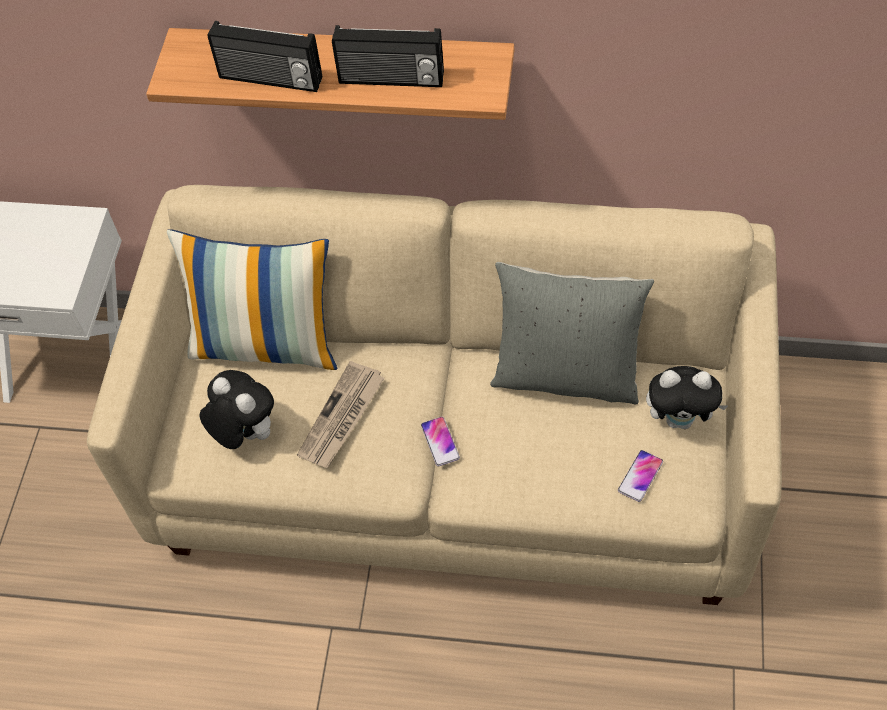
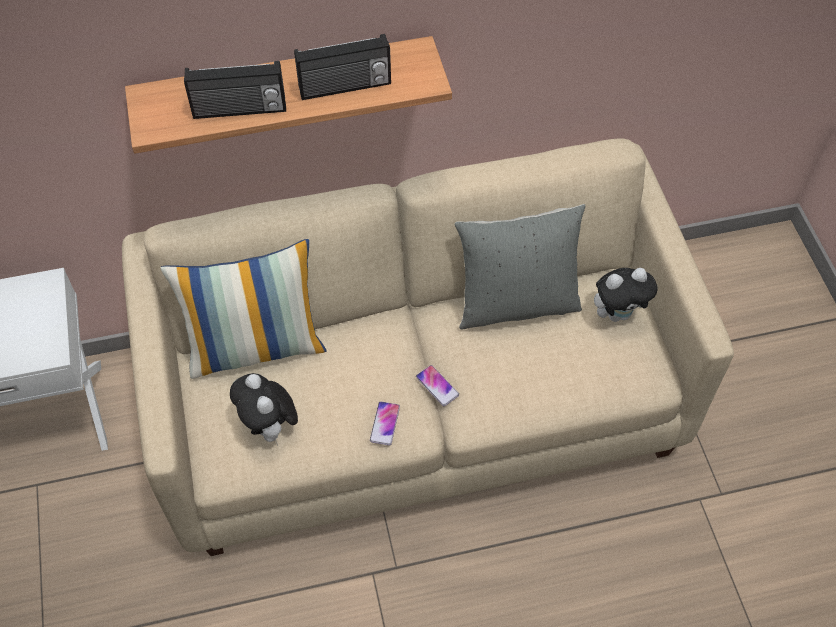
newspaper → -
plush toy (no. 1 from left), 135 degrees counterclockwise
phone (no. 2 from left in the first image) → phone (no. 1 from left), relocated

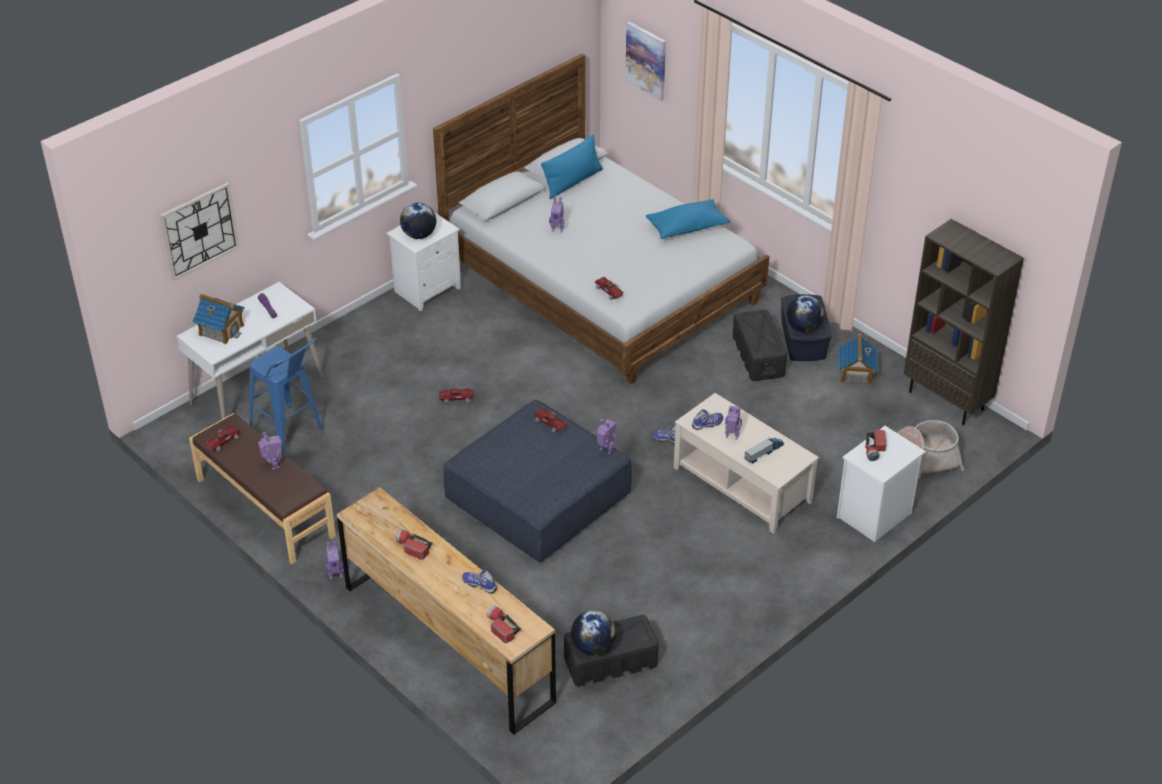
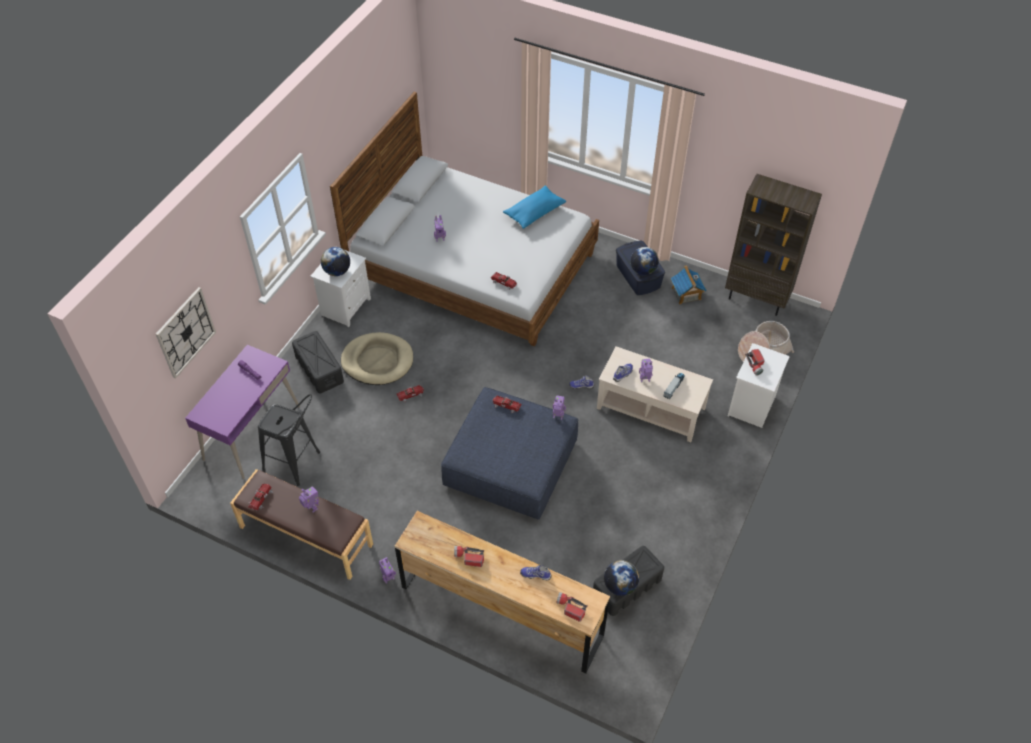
picture → -
blue pillow (no. 1 from left) → -
white desk → purple desk
toy house (no. 1 from left) → -
black storage box (no. 2 from left in the first image) → black storage box (no. 1 from left), relocated
blue stool → black stool
- → beige dog bed

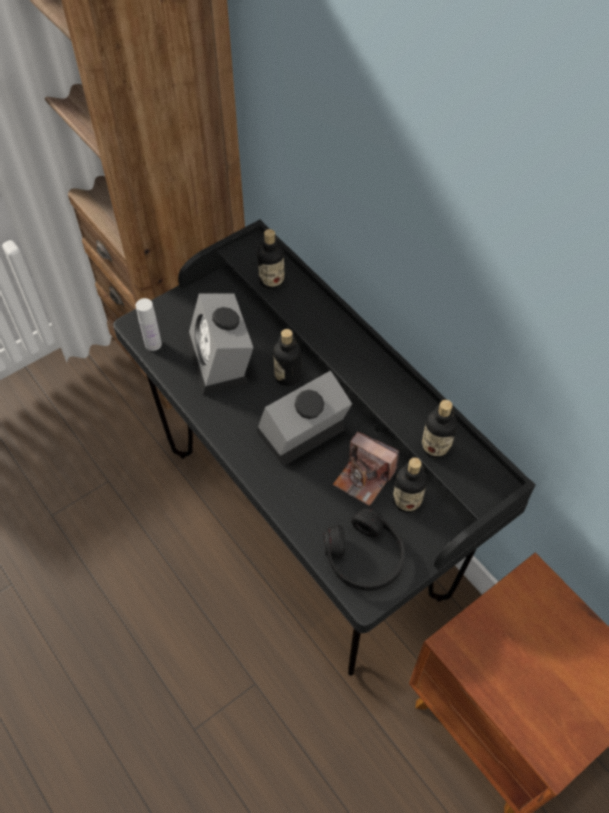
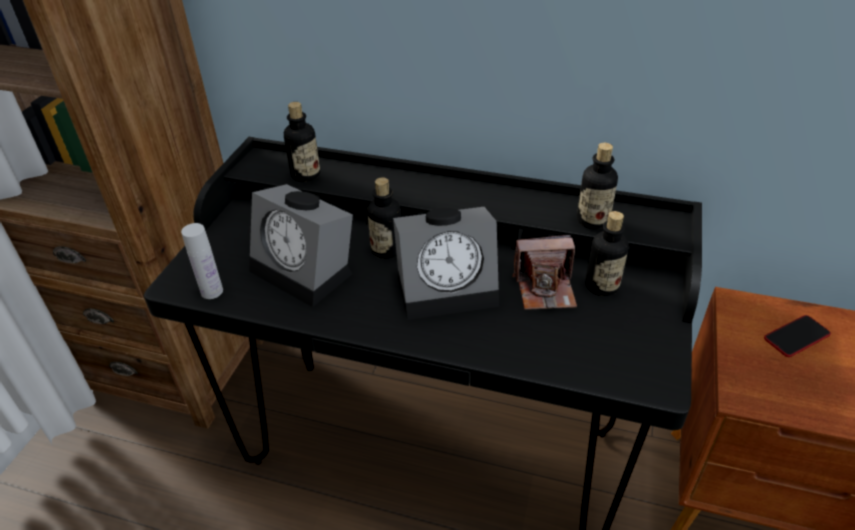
alarm clock (no. 2 from left), 120 degrees counterclockwise
black headphones → -
- → phone

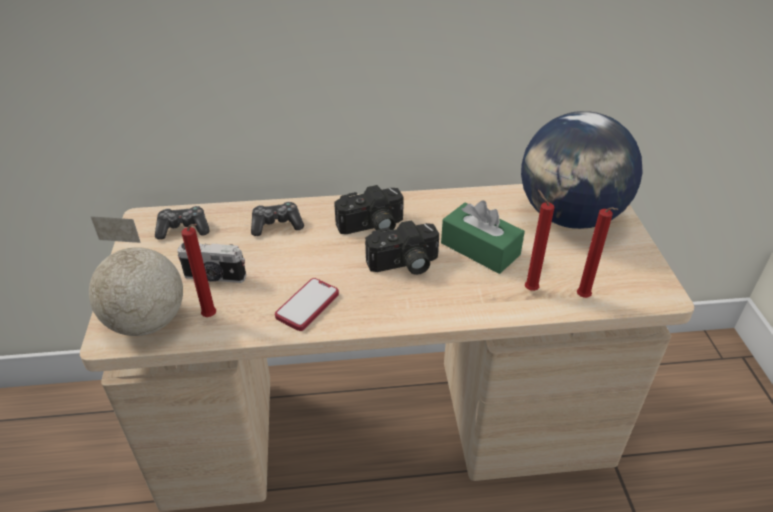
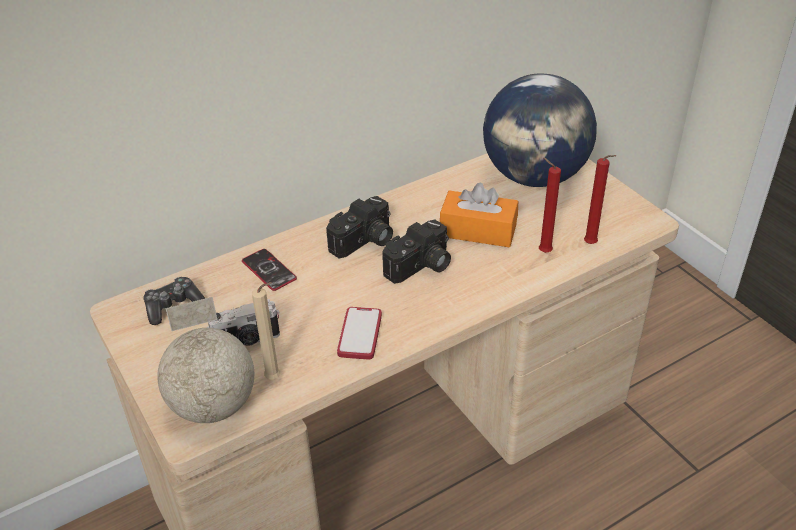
green tissue box → orange tissue box
game controller (no. 2 from left) → phone (no. 1 from left)
red candle (no. 1 from left) → beige candle

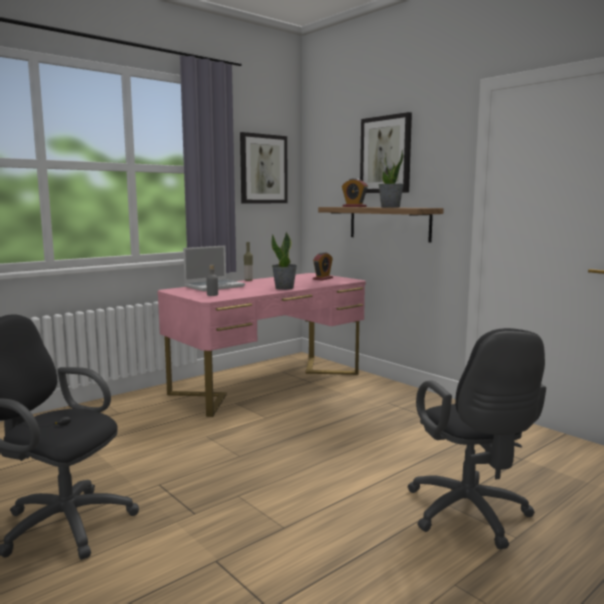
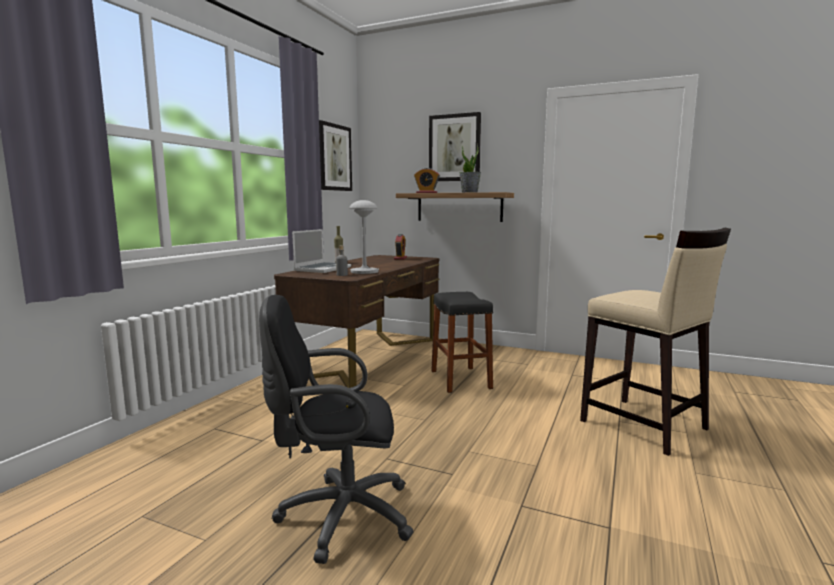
potted plant (no. 1 from left) → -
pink desk → brown desk
black office chair (no. 2 from left) → beige stool
- → grey table lamp
- → black stool

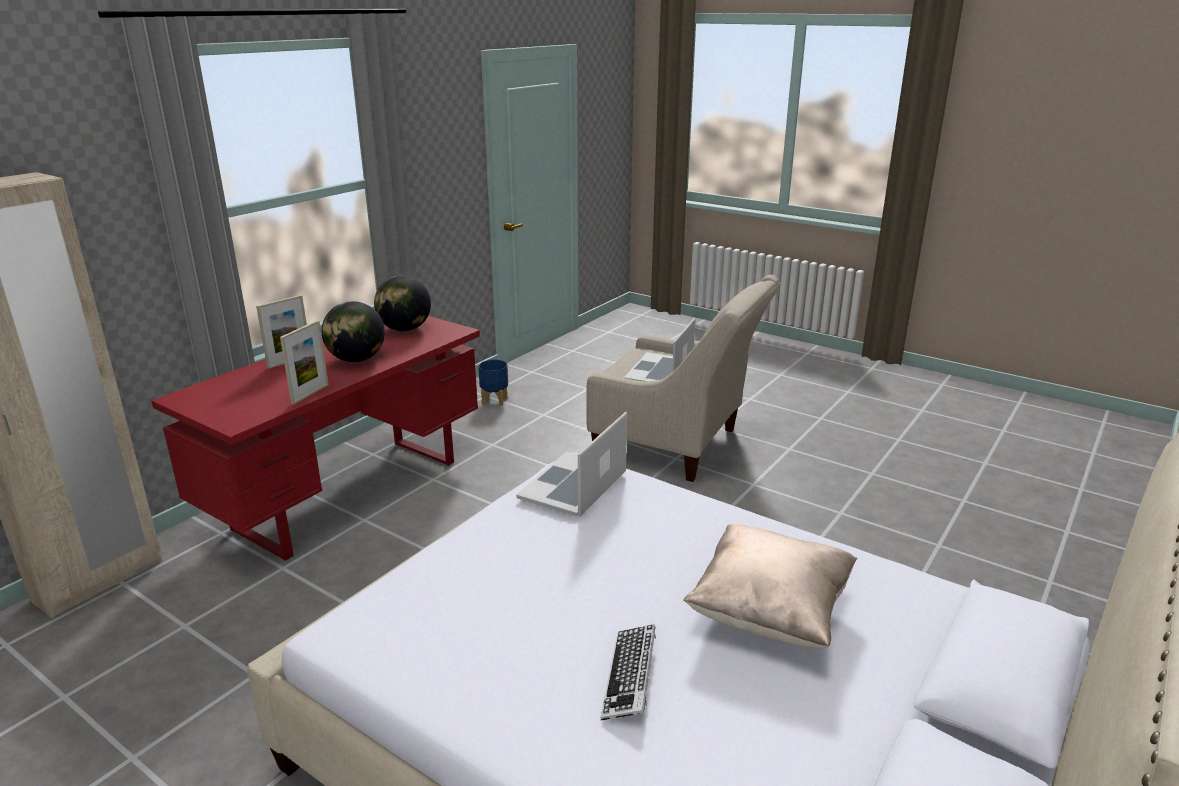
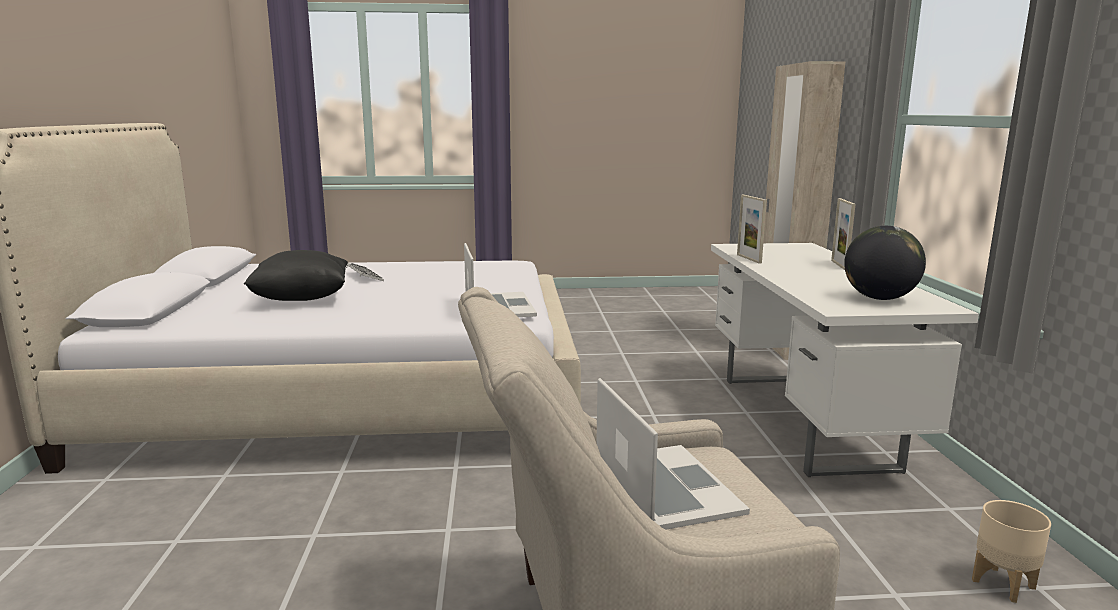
globe (no. 1 from left) → -
red desk → white desk
blue planter → beige planter
beige pillow → black pillow

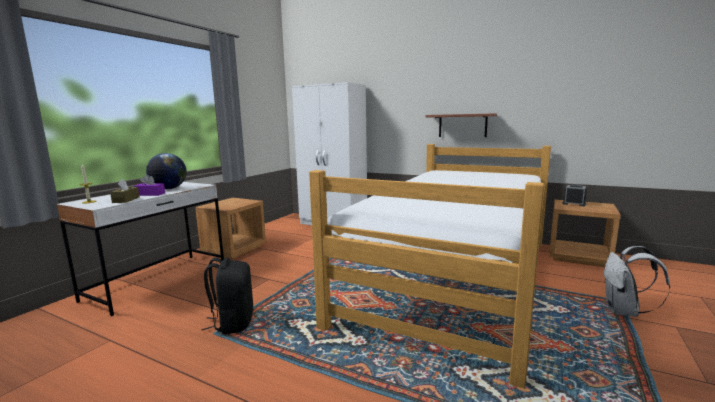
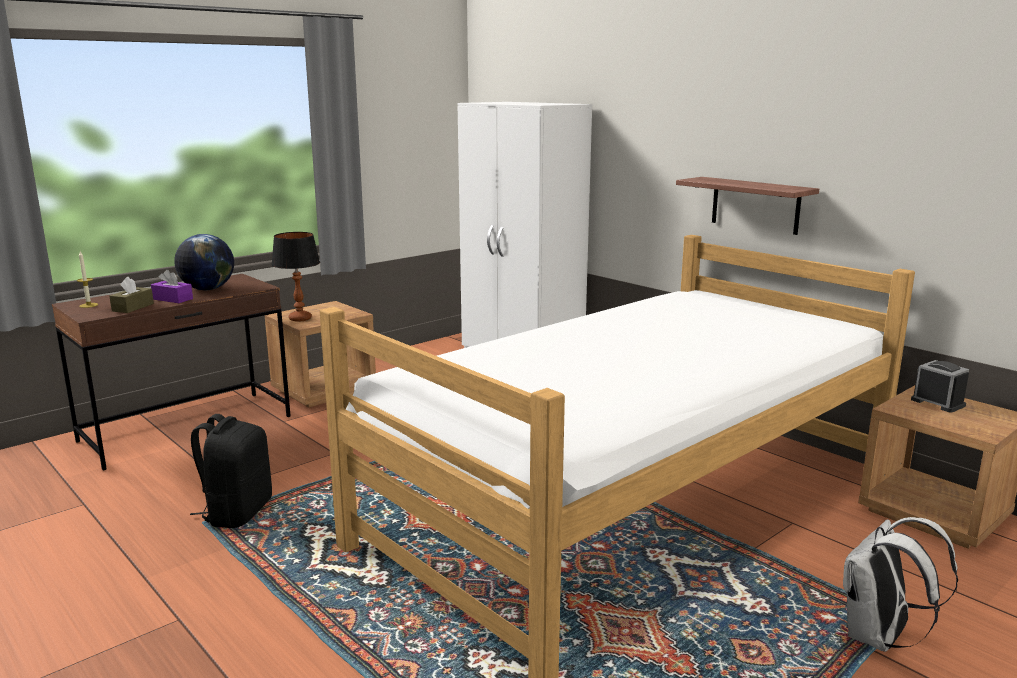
white desk → brown desk
- → table lamp

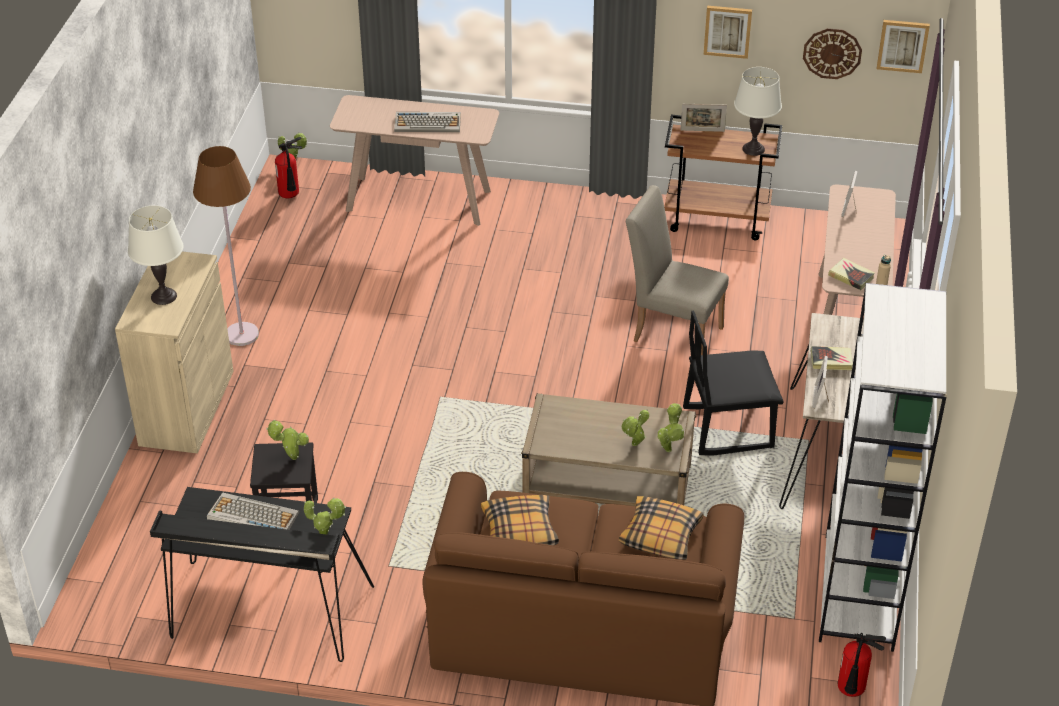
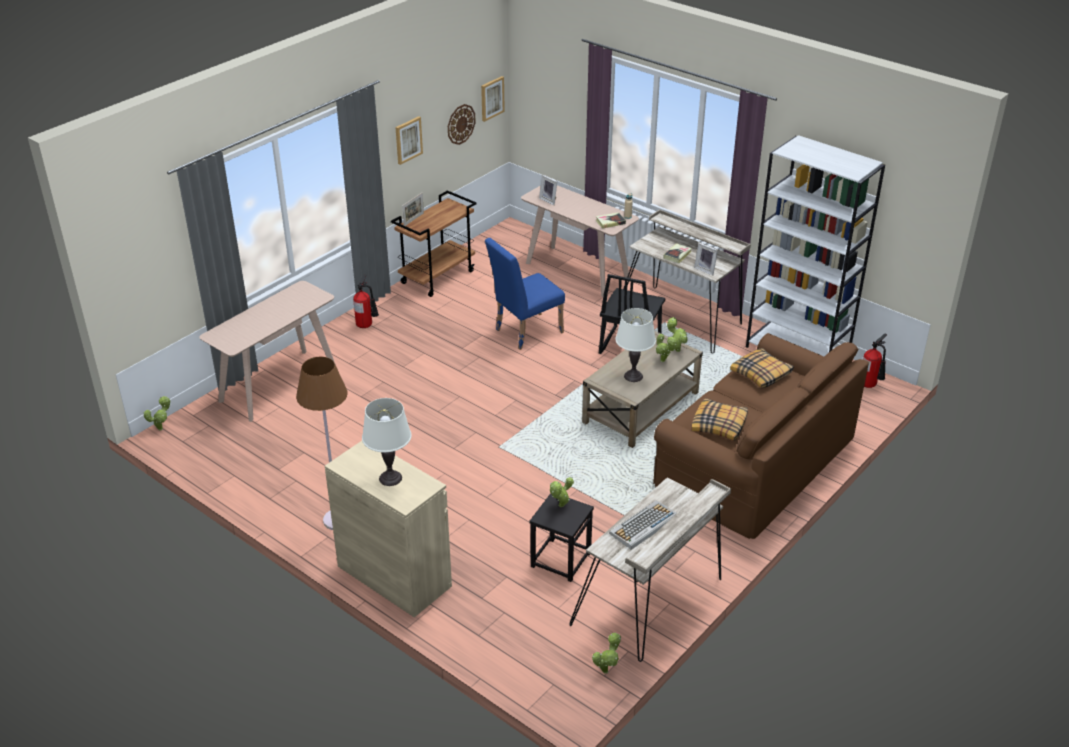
white table lamp (no. 2 from left), relocated
keyboard (no. 2 from left) → -
fire extinguisher (no. 1 from left), relocated
beige chair → blue chair
black desk → beige desk (no. 1 from left)
potted plant (no. 3 from left), relocated

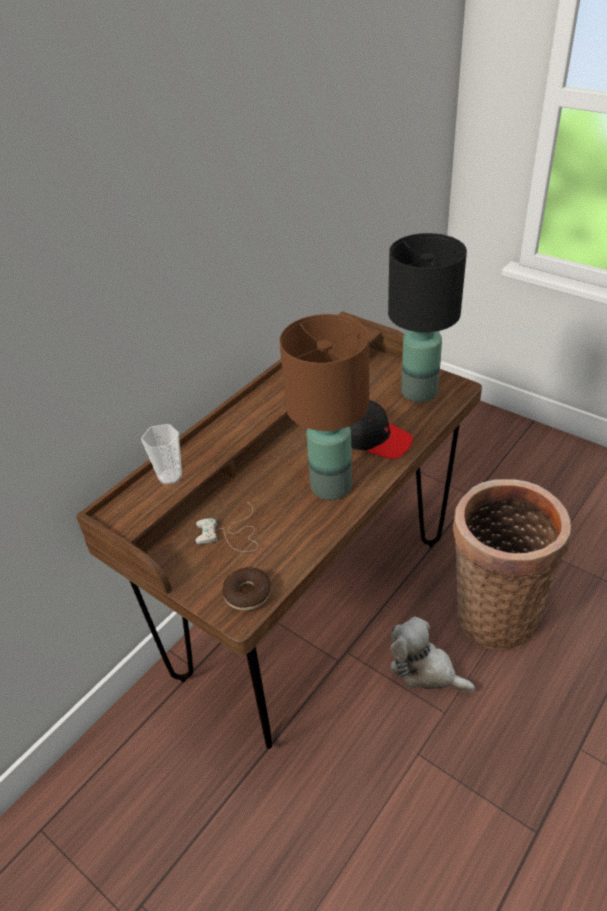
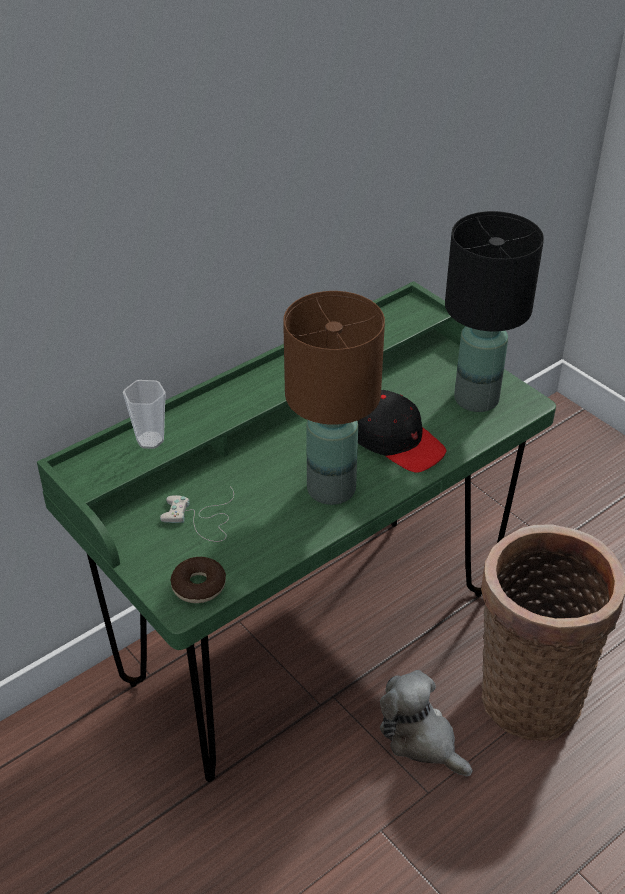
brown desk → green desk

